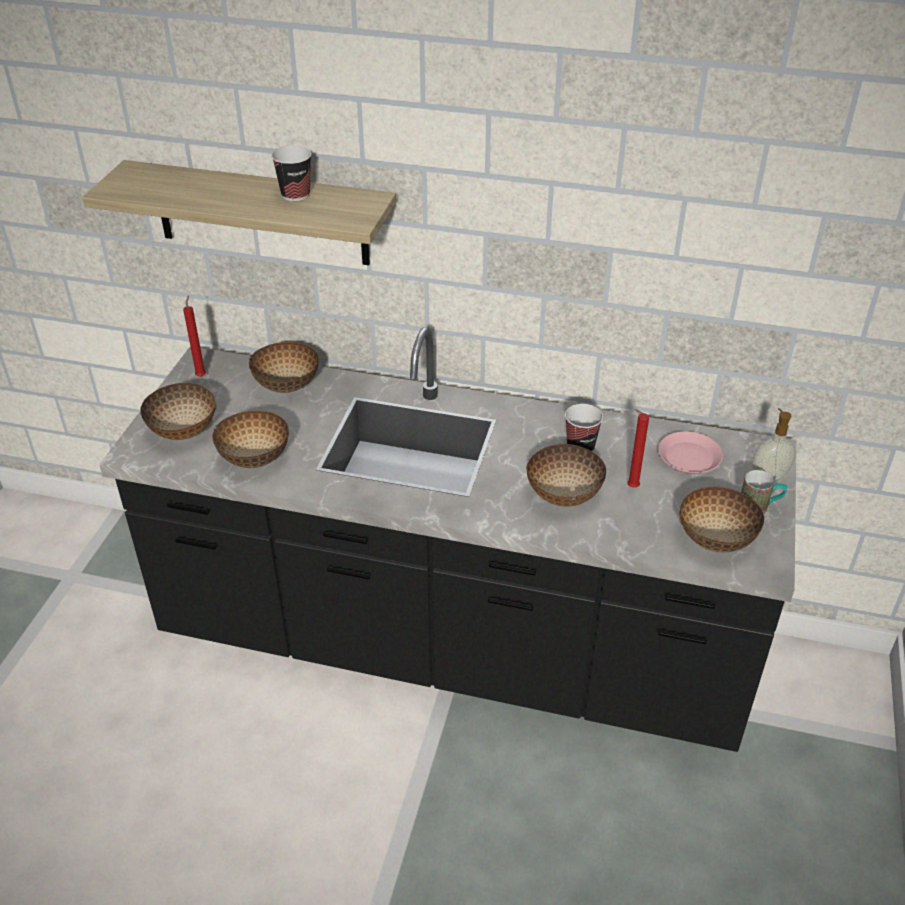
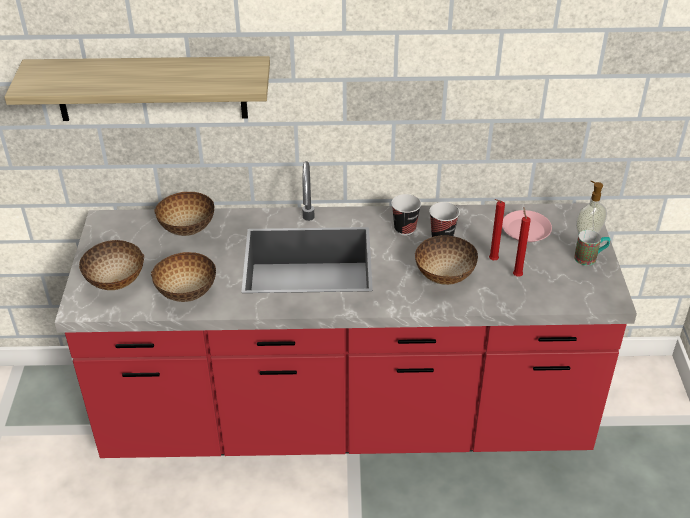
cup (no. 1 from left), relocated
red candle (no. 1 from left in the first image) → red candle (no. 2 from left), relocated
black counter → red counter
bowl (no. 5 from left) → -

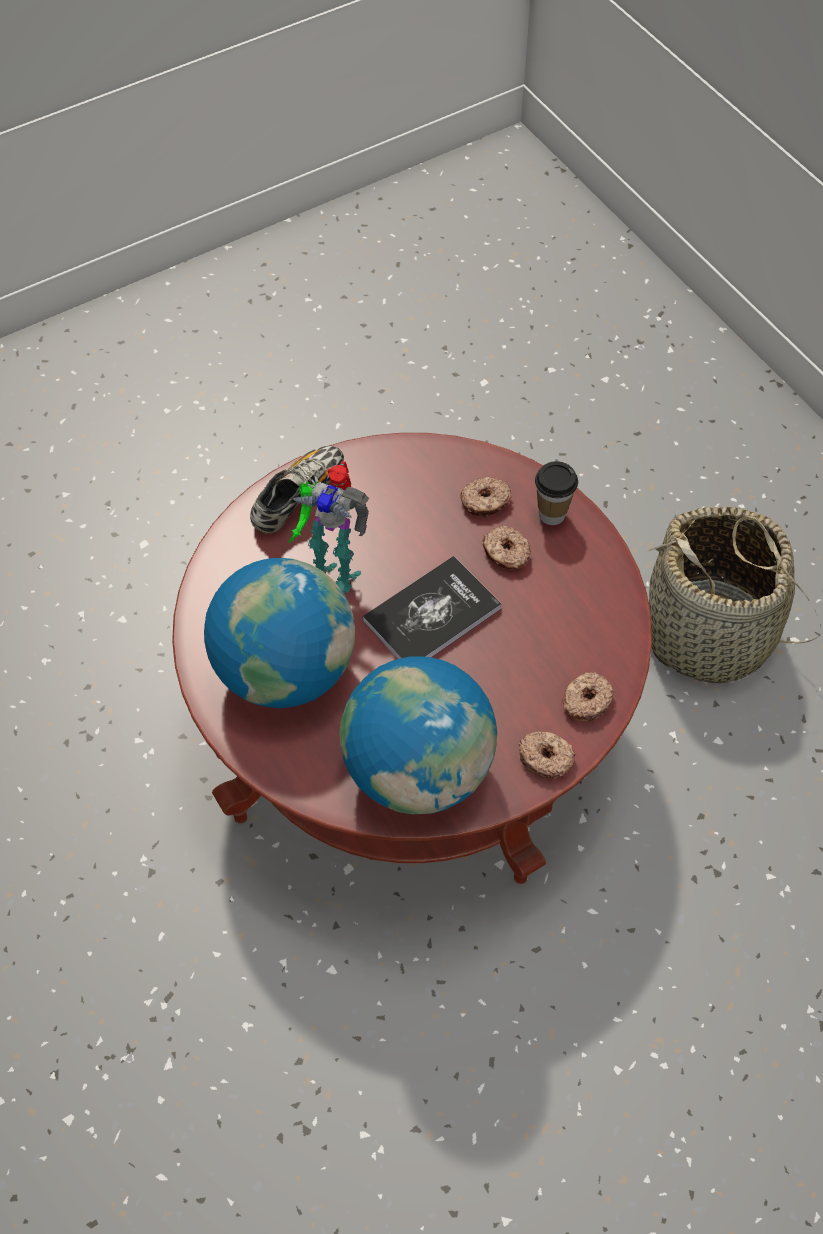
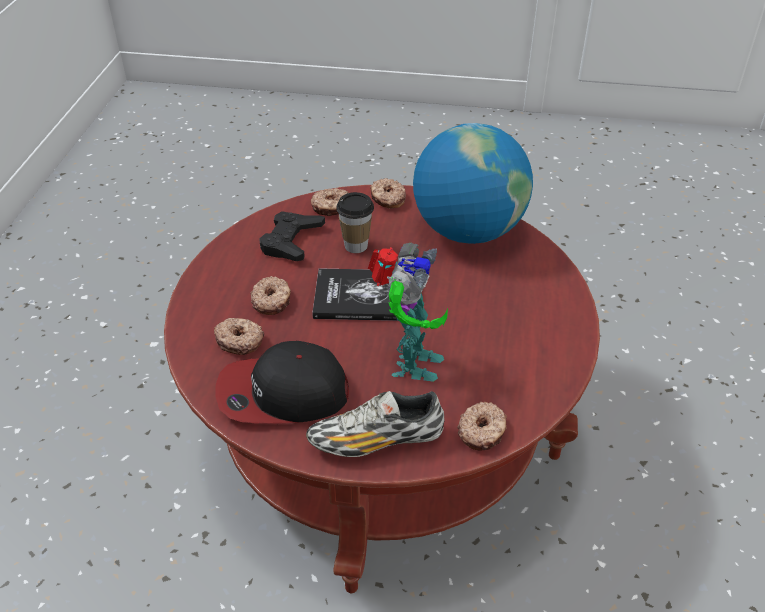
toy robot, 45 degrees clockwise
cup, relocated
basket → -
globe (no. 1 from left) → -
- → black game controller
- → cap
- → donut (no. 5 from left)

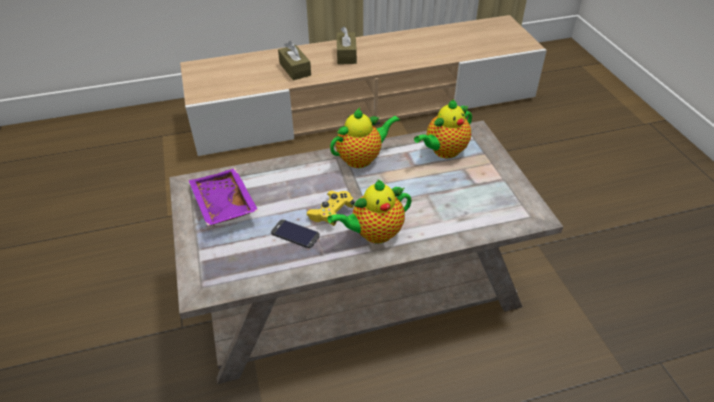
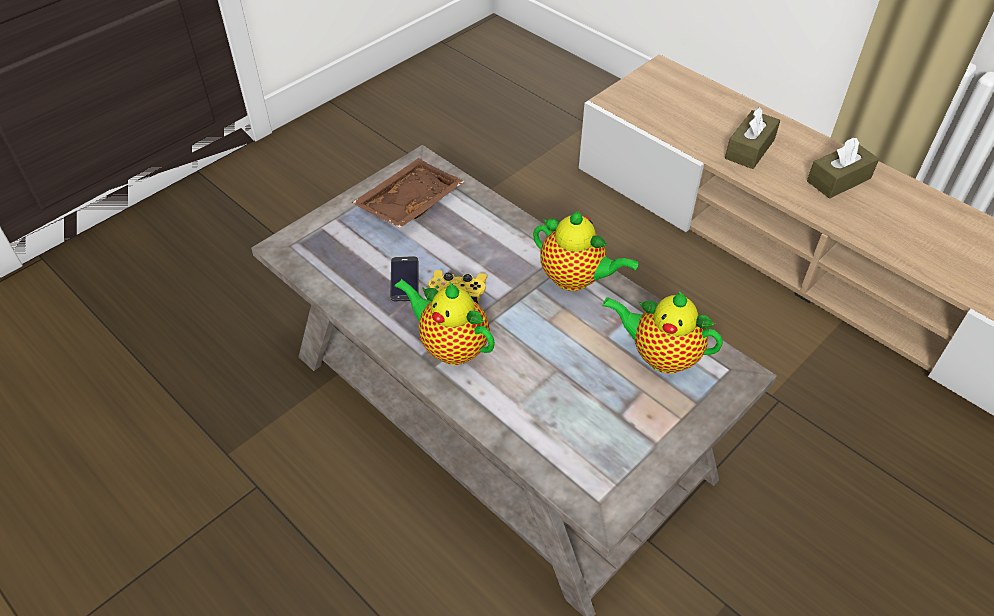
purple tray → brown tray

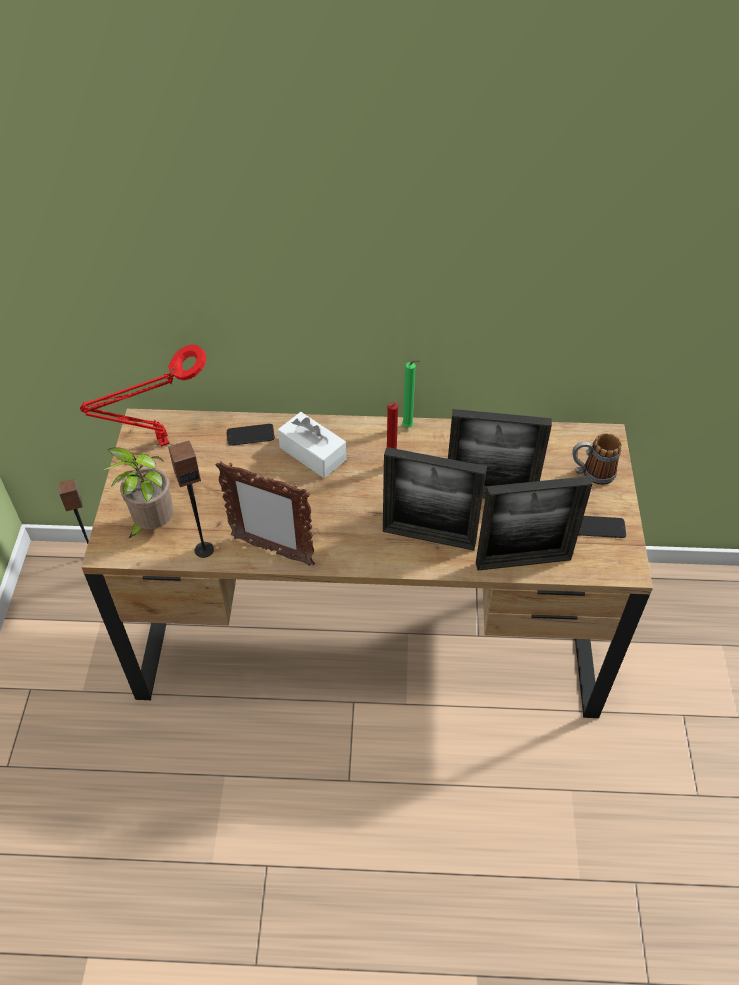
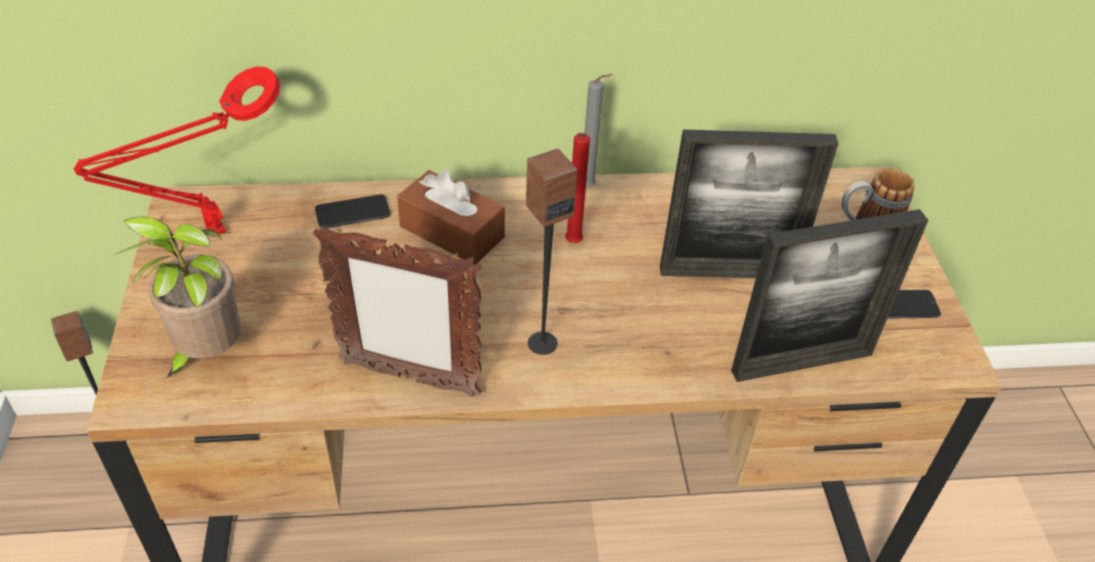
green candle → grey candle
white tissue box → brown tissue box
speaker (no. 2 from left), relocated
picture frame (no. 2 from left) → -

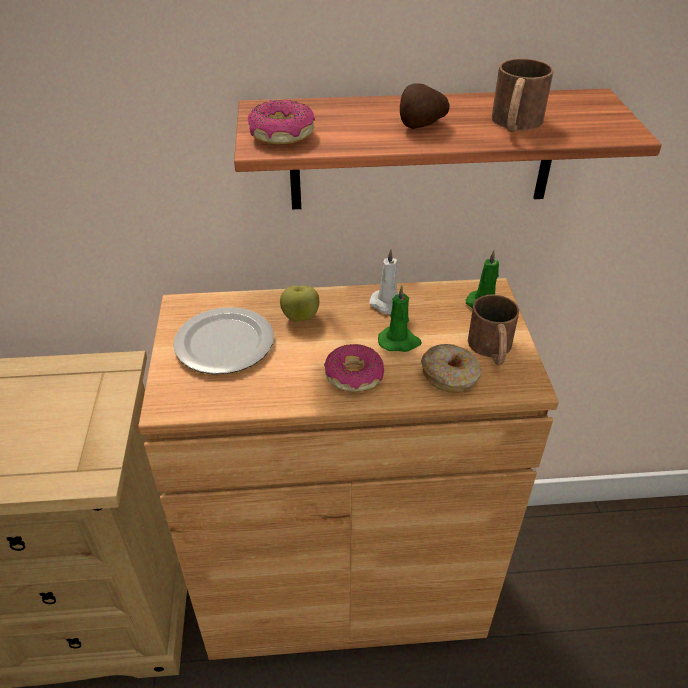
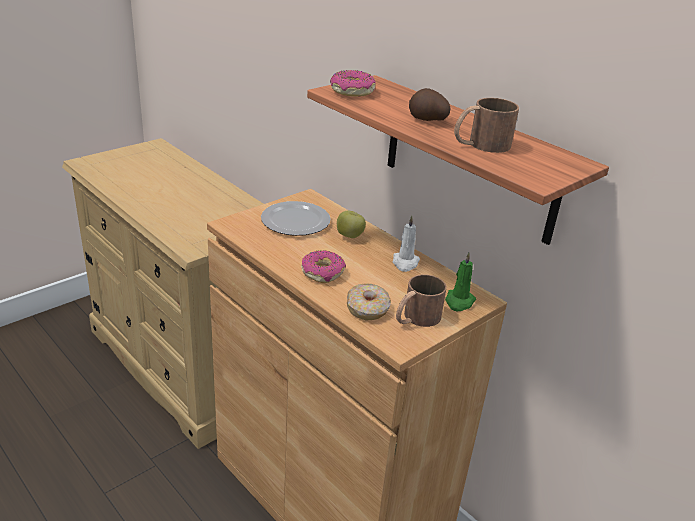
green candle (no. 1 from left) → -

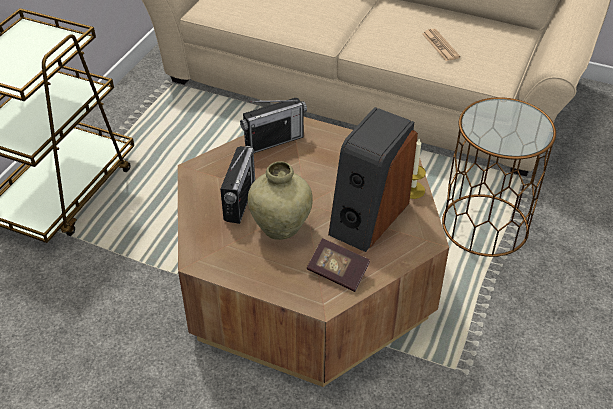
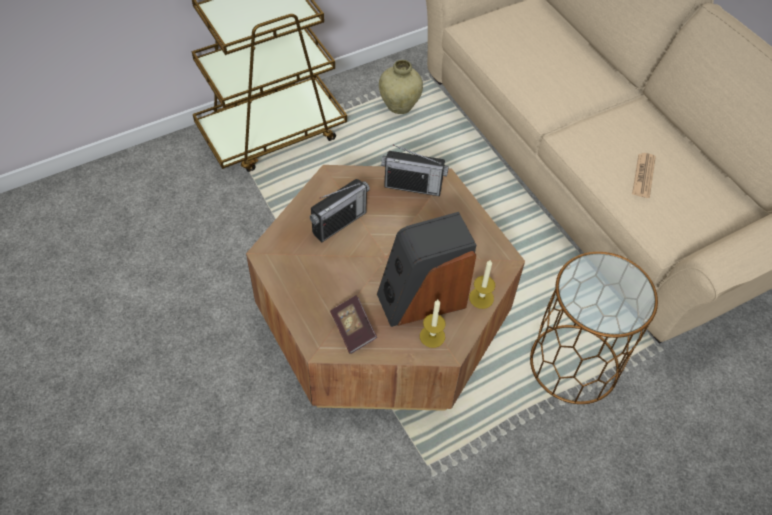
beige vase, relocated
- → candle (no. 1 from left)

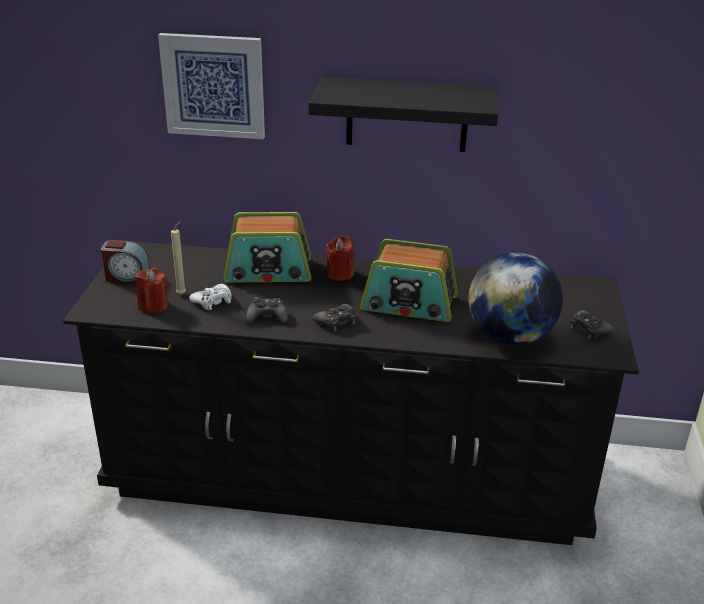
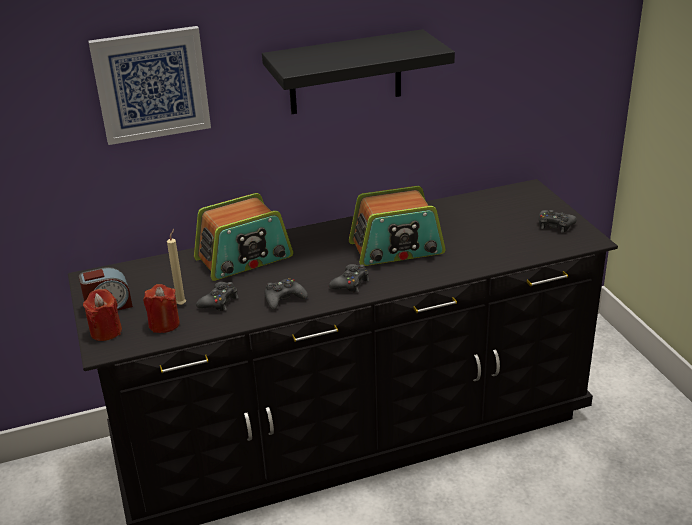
red candle (no. 2 from left in the first image) → red candle (no. 1 from left), relocated
globe → -
white game controller → black game controller (no. 1 from left)

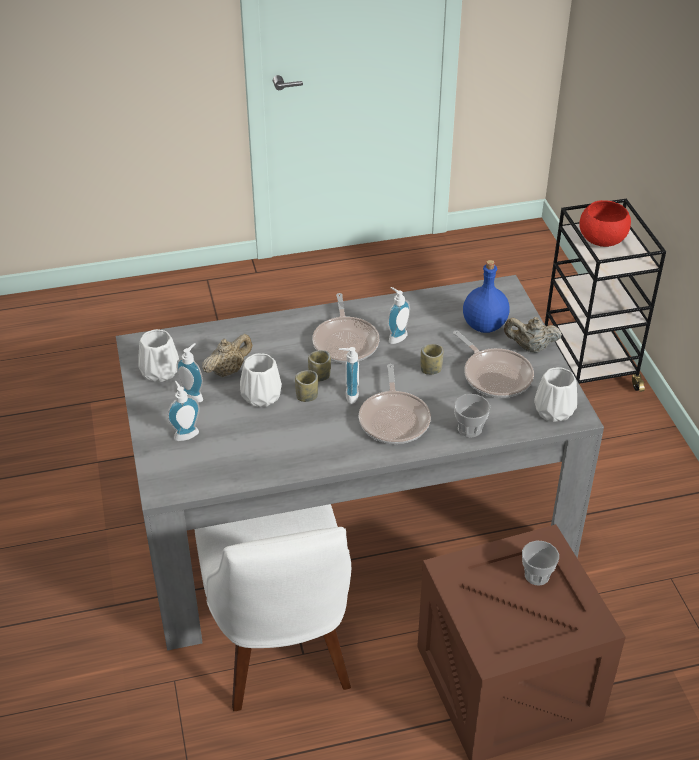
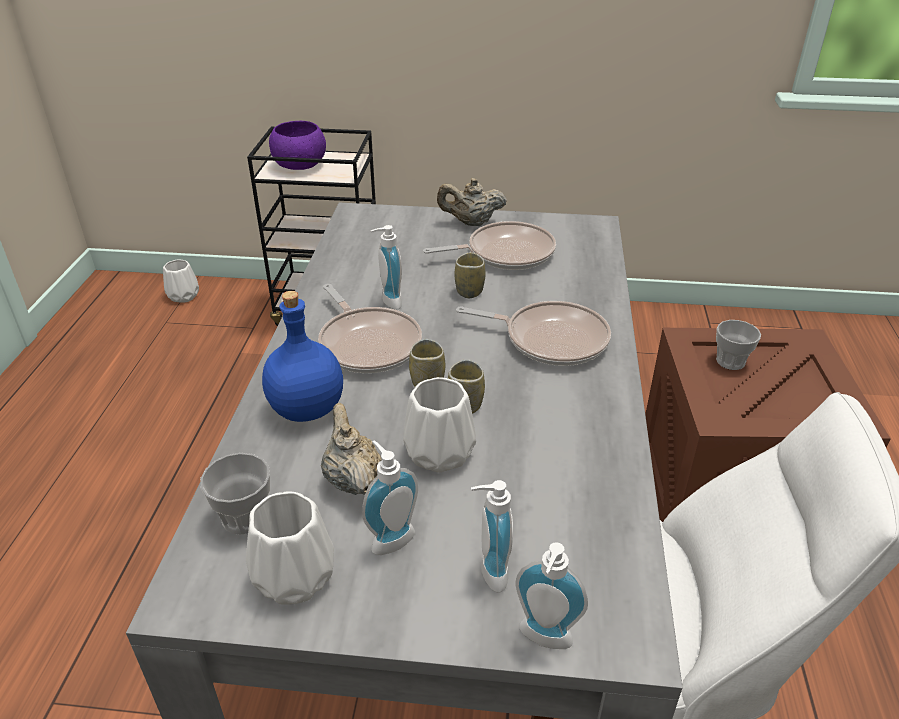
red bowl → purple bowl
blue bottle, relocated
frying pan (no. 1 from left), 45 degrees clockwise
beige teapot (no. 2 from left), 60 degrees clockwise
soap dispenser (no. 3 from left in the first image) → soap dispenser (no. 4 from left), relocated
white vase (no. 3 from left in the first image) → white vase (no. 1 from left), relocated
cup (no. 4 from left in the first image) → cup (no. 1 from left), relocated

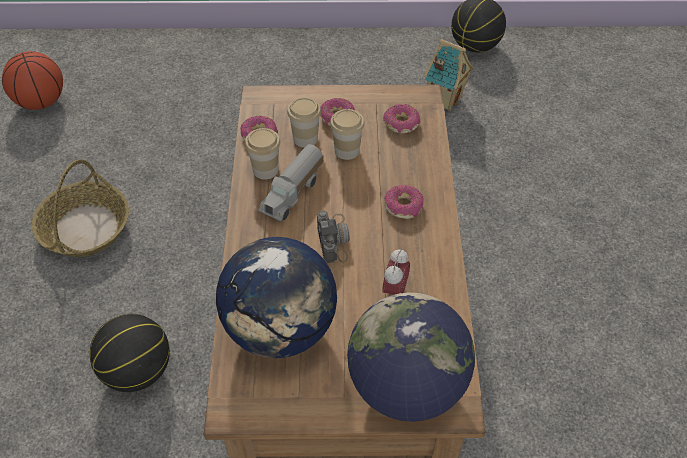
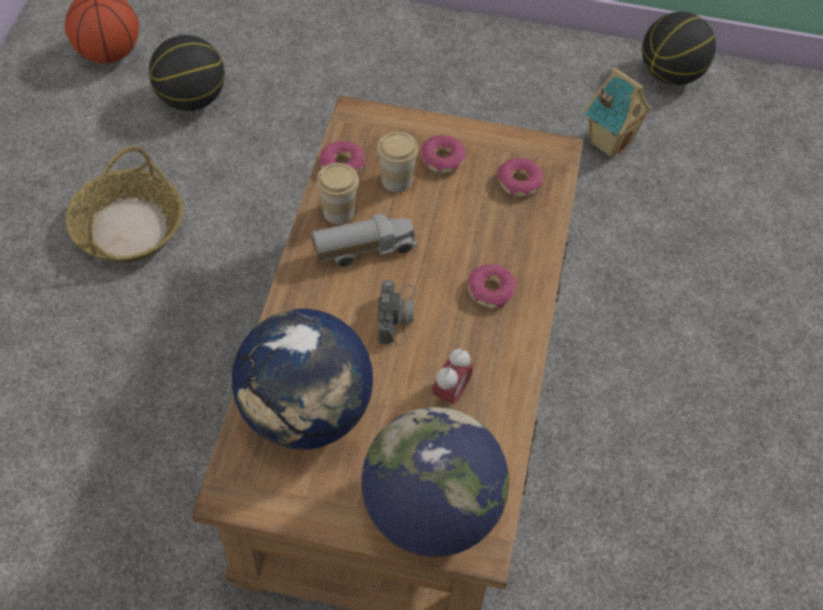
cup (no. 3 from left) → -
toy truck, 150 degrees counterclockwise
basketball (no. 2 from left), relocated

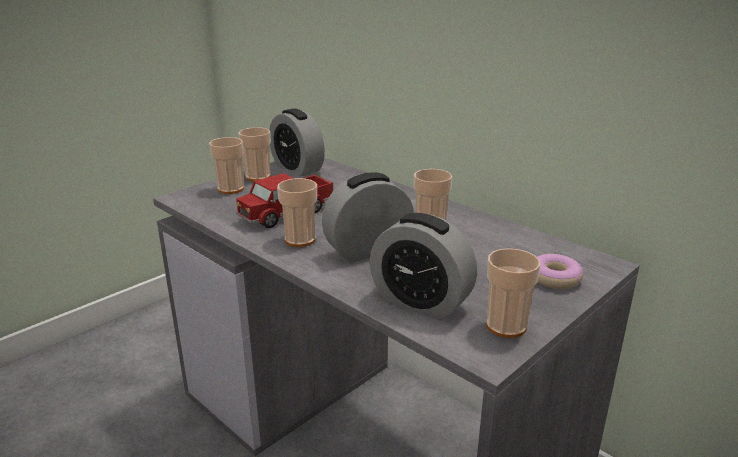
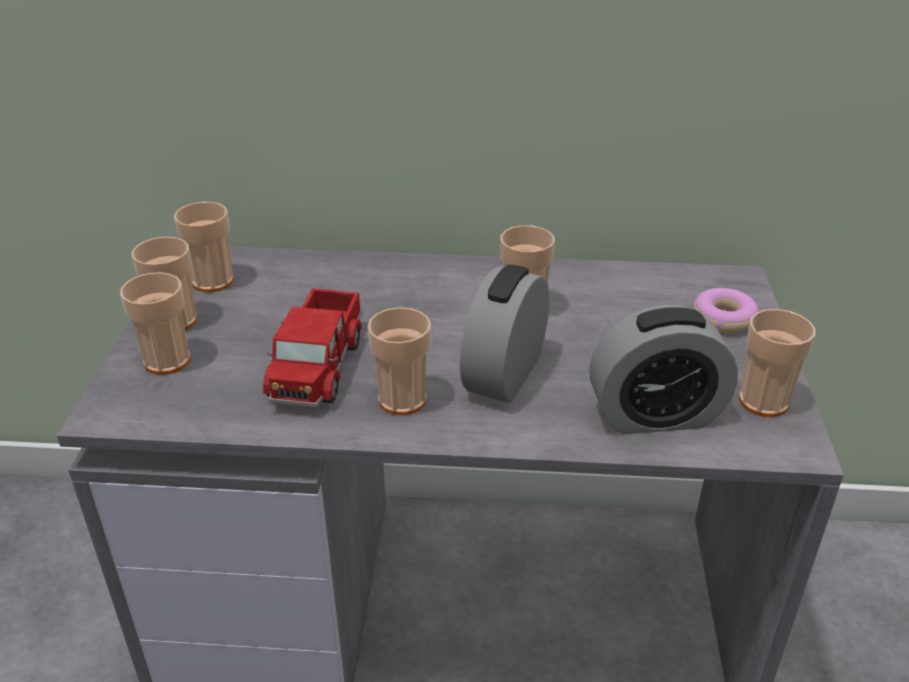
alarm clock (no. 1 from left) → cup (no. 3 from left)

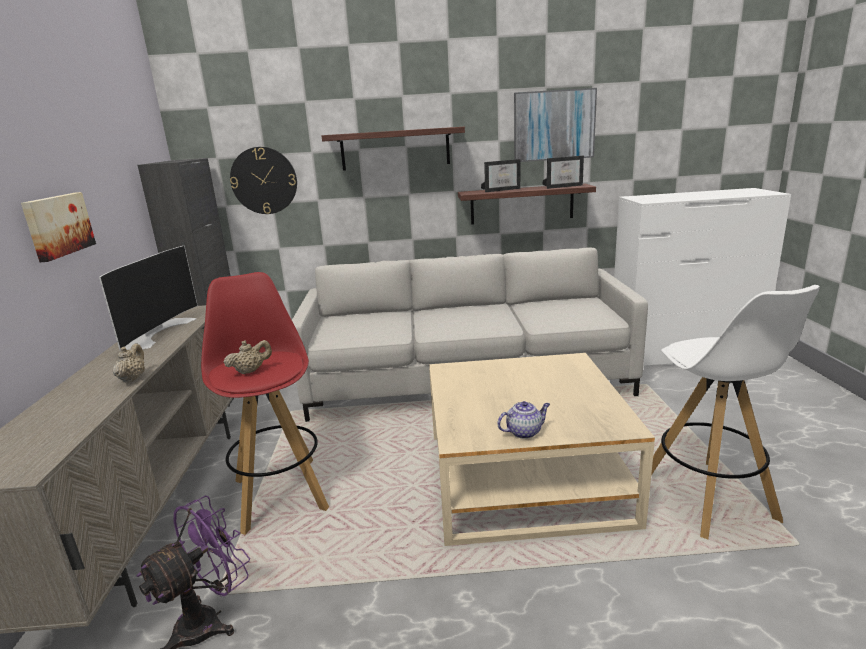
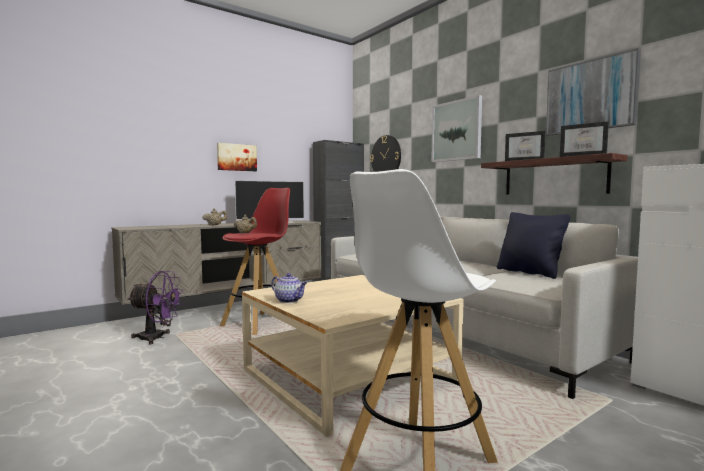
shelf (no. 1 from left) → picture (no. 2 from left)
- → black pillow

